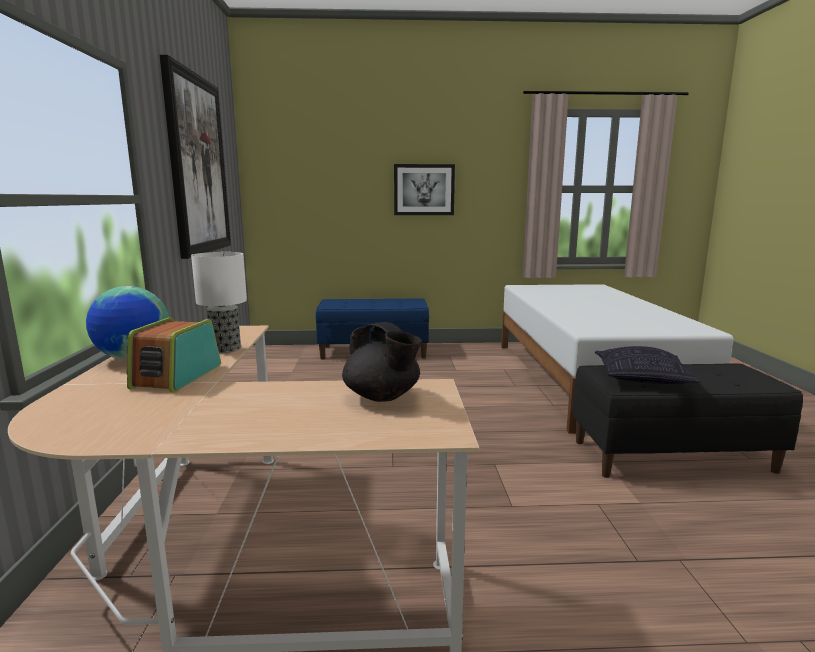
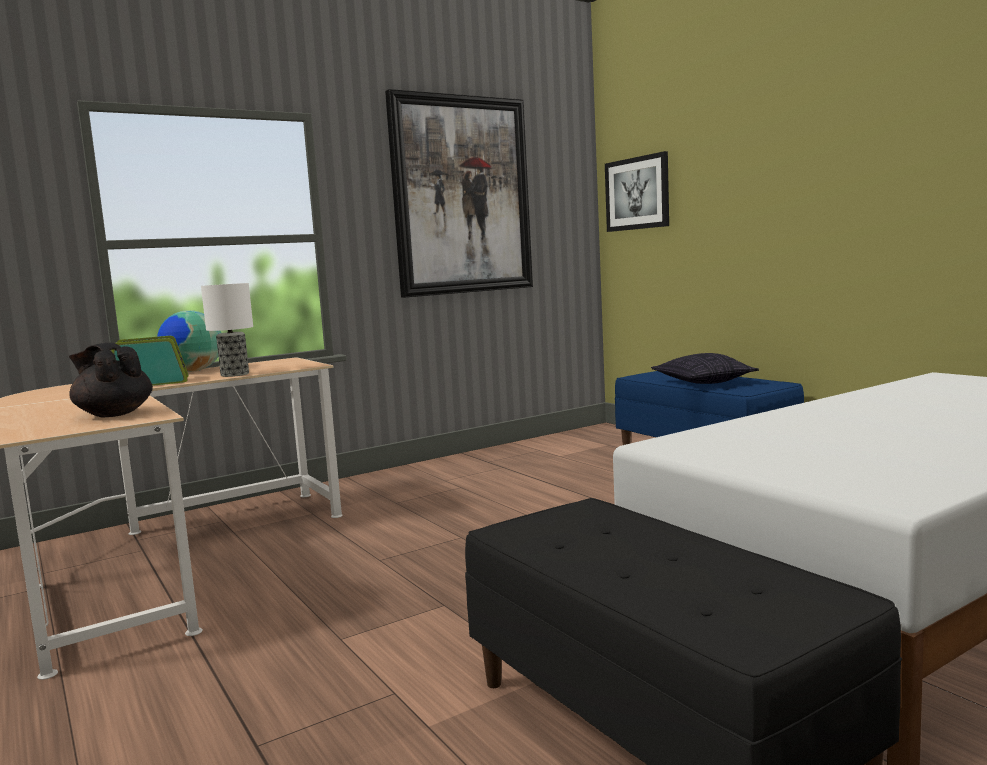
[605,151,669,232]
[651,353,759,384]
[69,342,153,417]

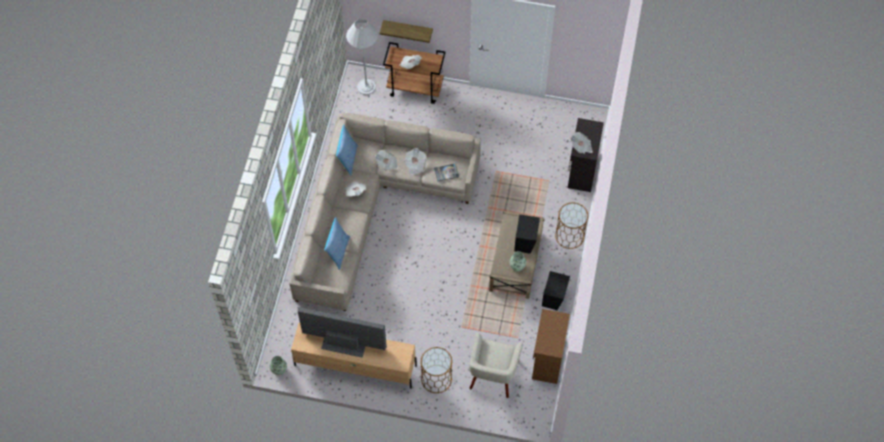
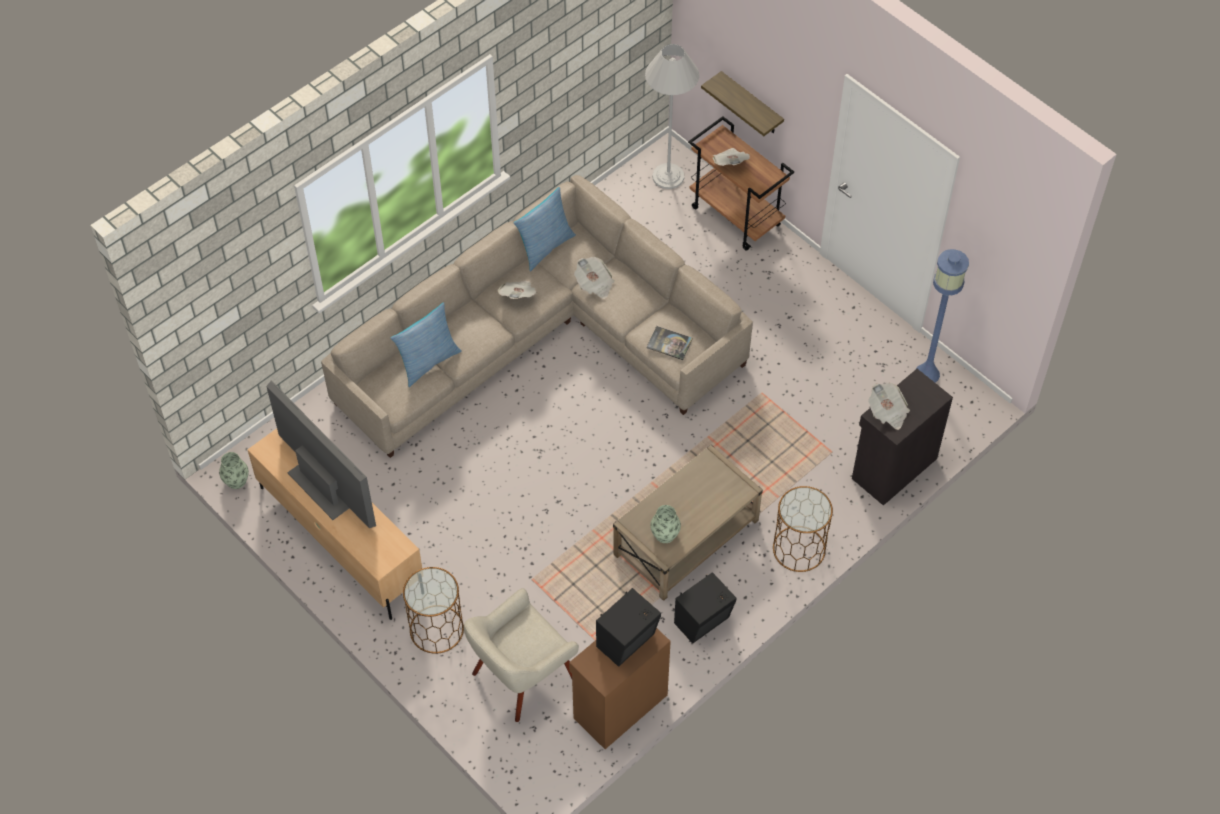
[404,148,427,175] (first image)
[915,249,969,383]
[596,588,661,667]

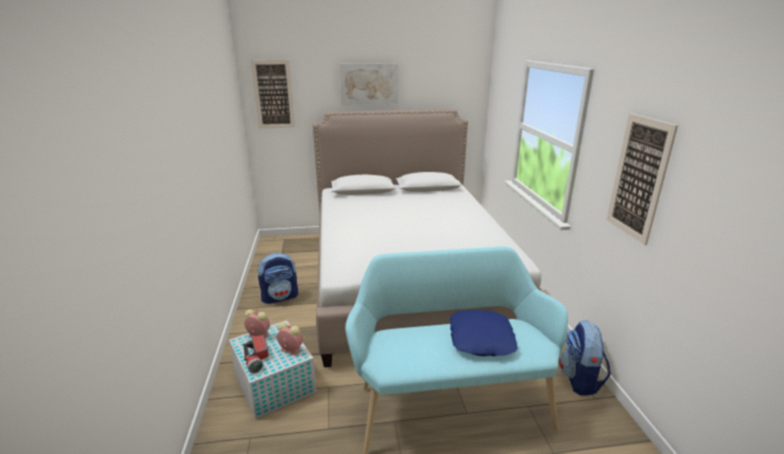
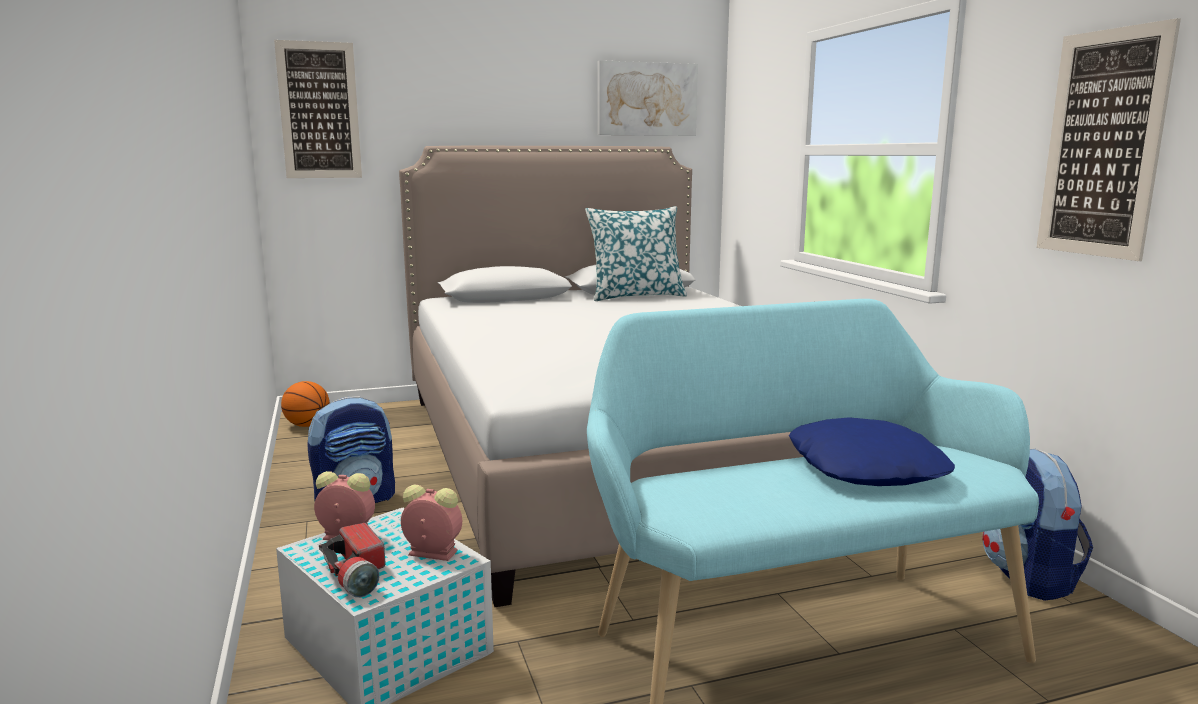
[281,381,330,427]
[585,206,687,301]
[597,60,698,136]

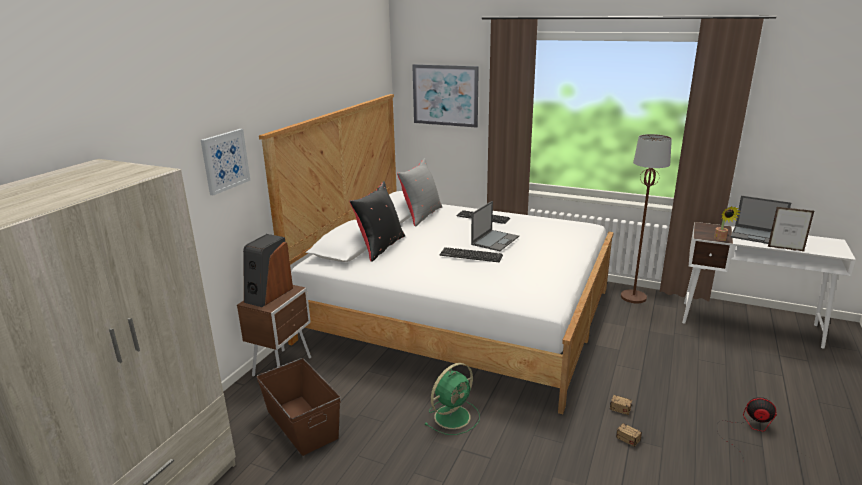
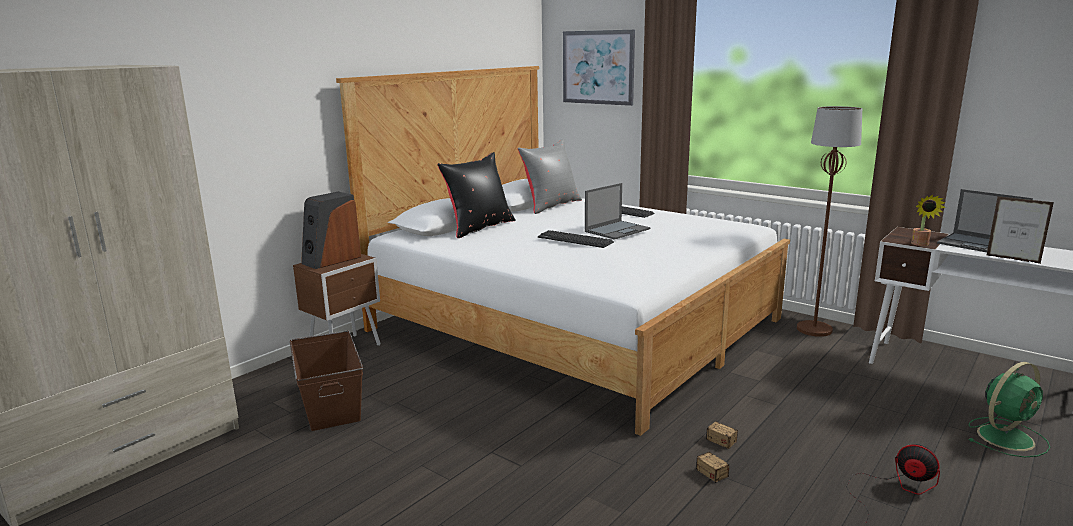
[201,129,250,196] (first image)
[968,362,1050,457]

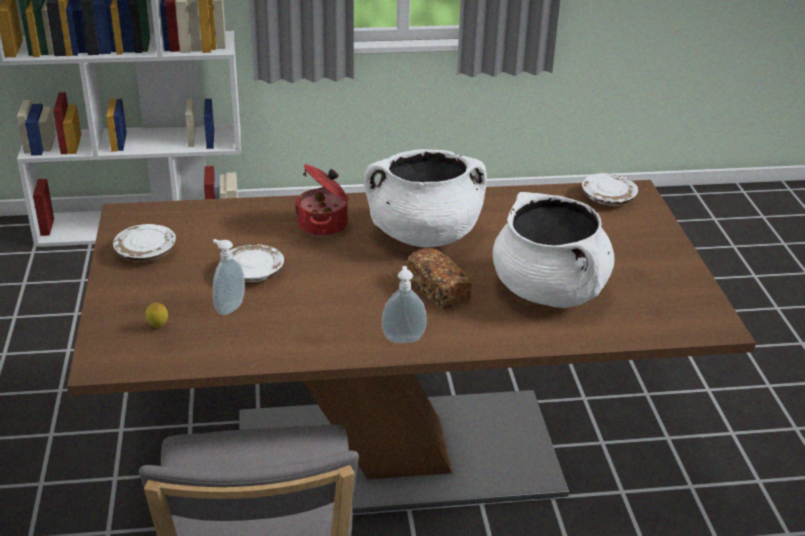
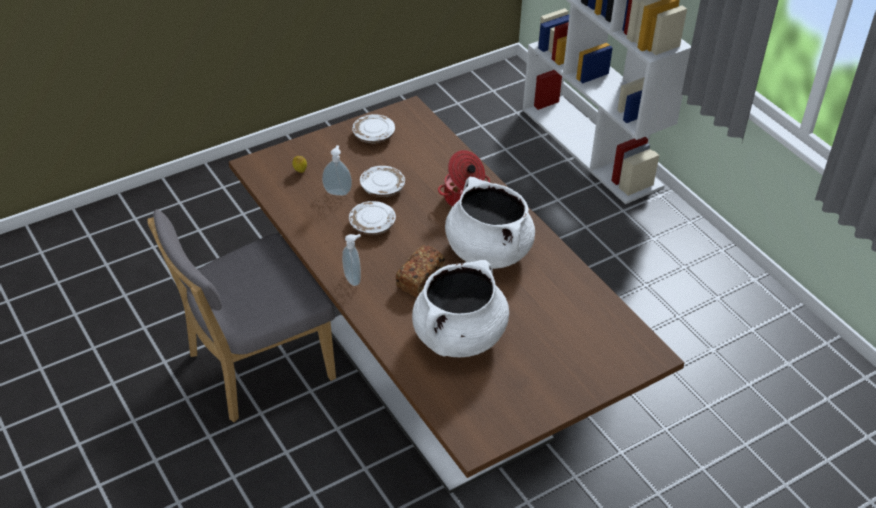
[349,201,396,235]

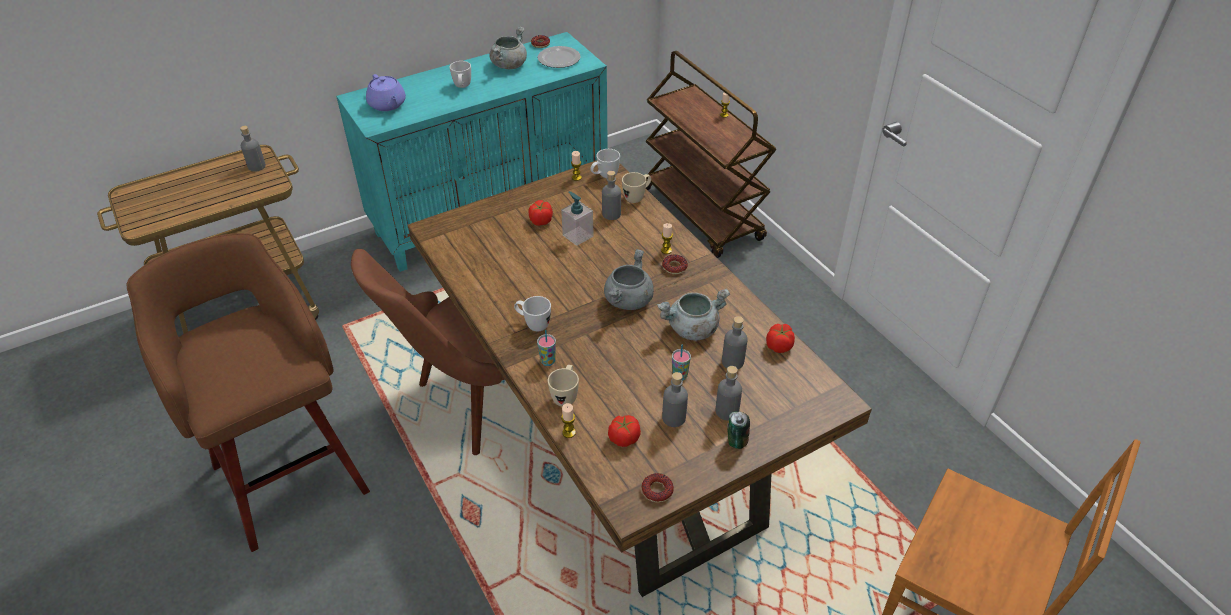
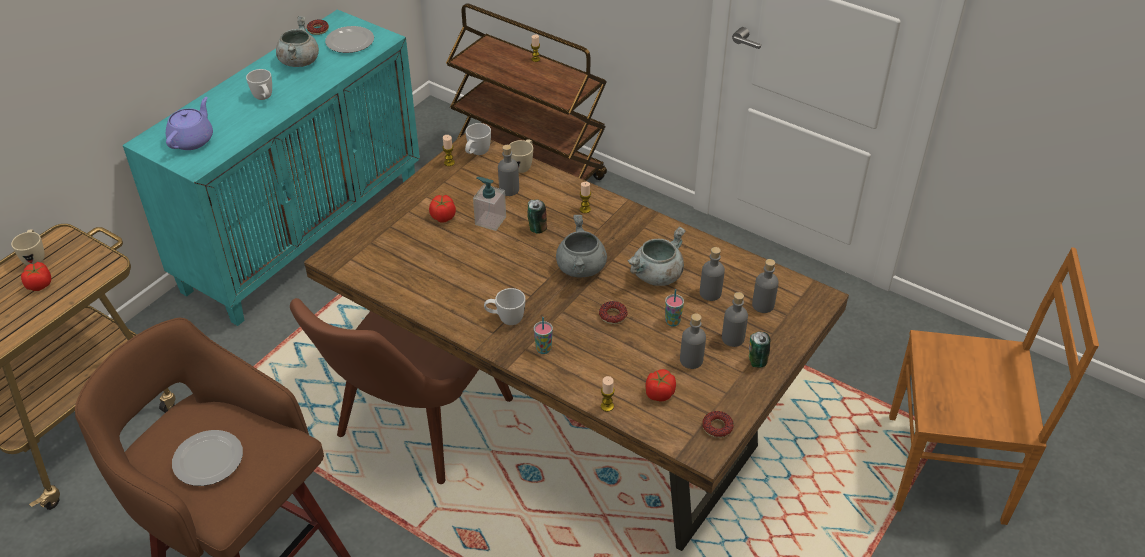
[172,430,243,486]
[527,199,547,234]
[752,259,779,313]
[11,229,45,265]
[599,301,627,324]
[21,262,51,291]
[166,97,213,150]

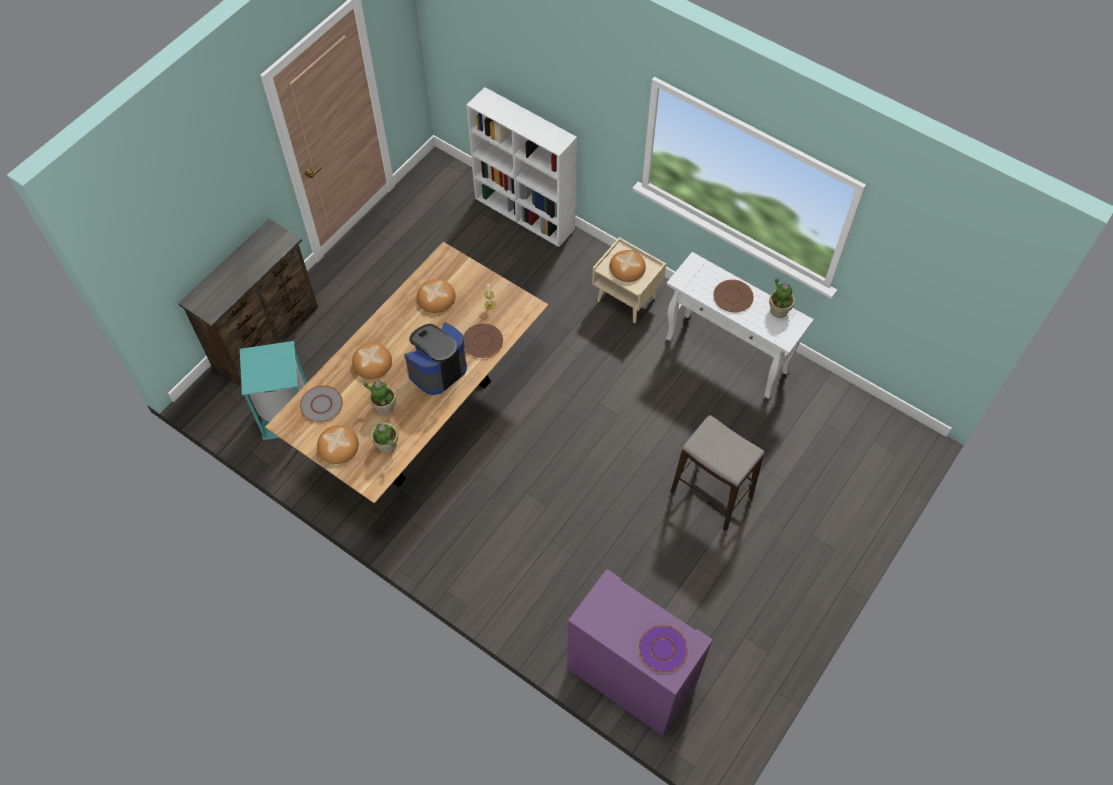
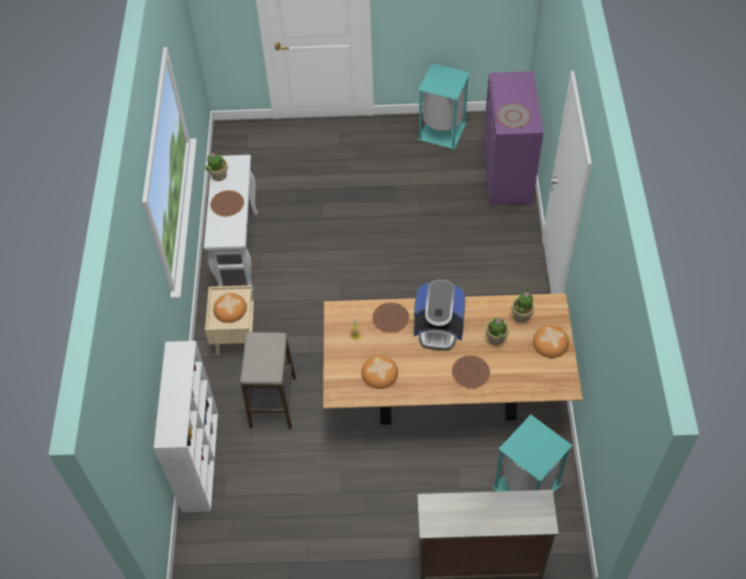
[639,625,688,673] (first image)
[418,64,470,149]
[497,104,530,128]
[240,332,296,429]
[452,355,490,388]

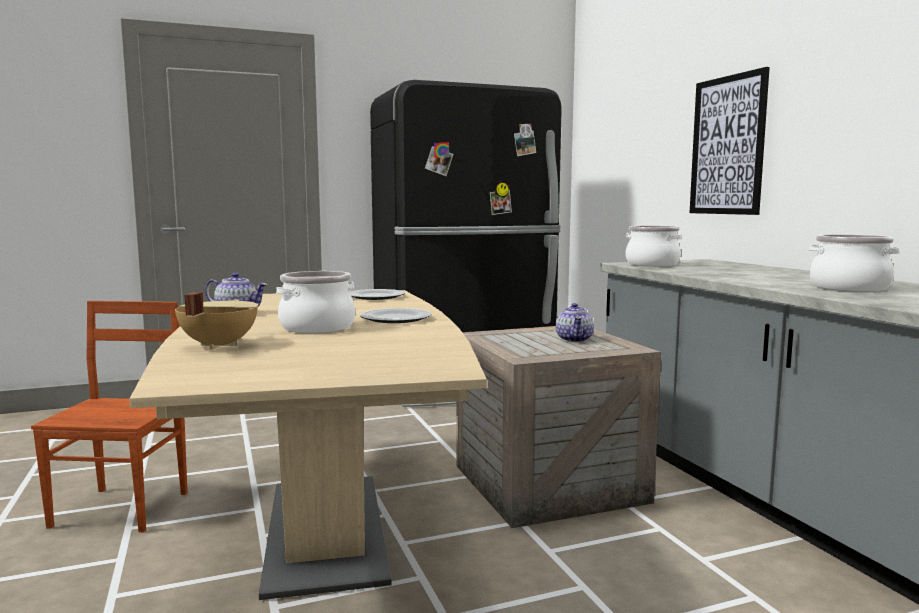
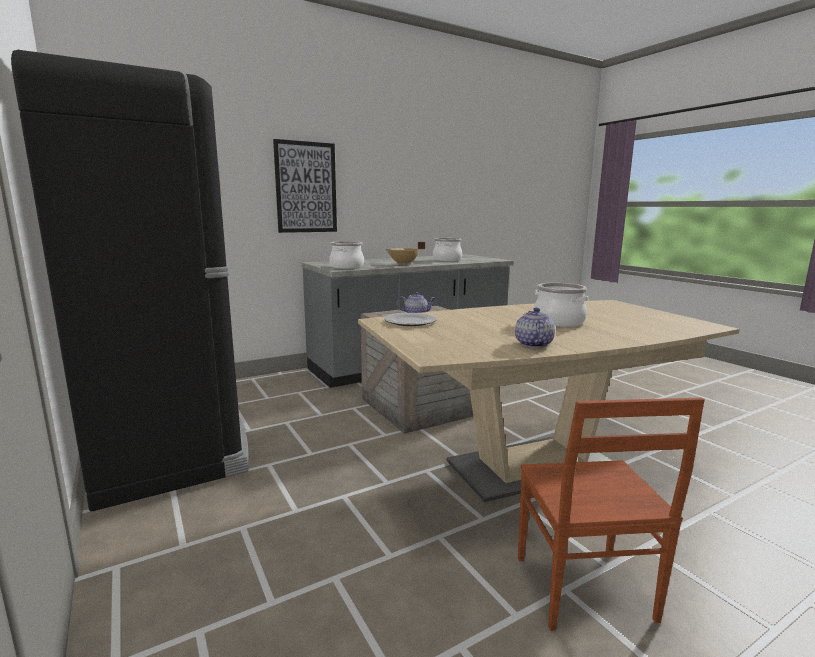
[360,308,432,323] (first image)
[385,242,425,265]
[518,397,705,631]

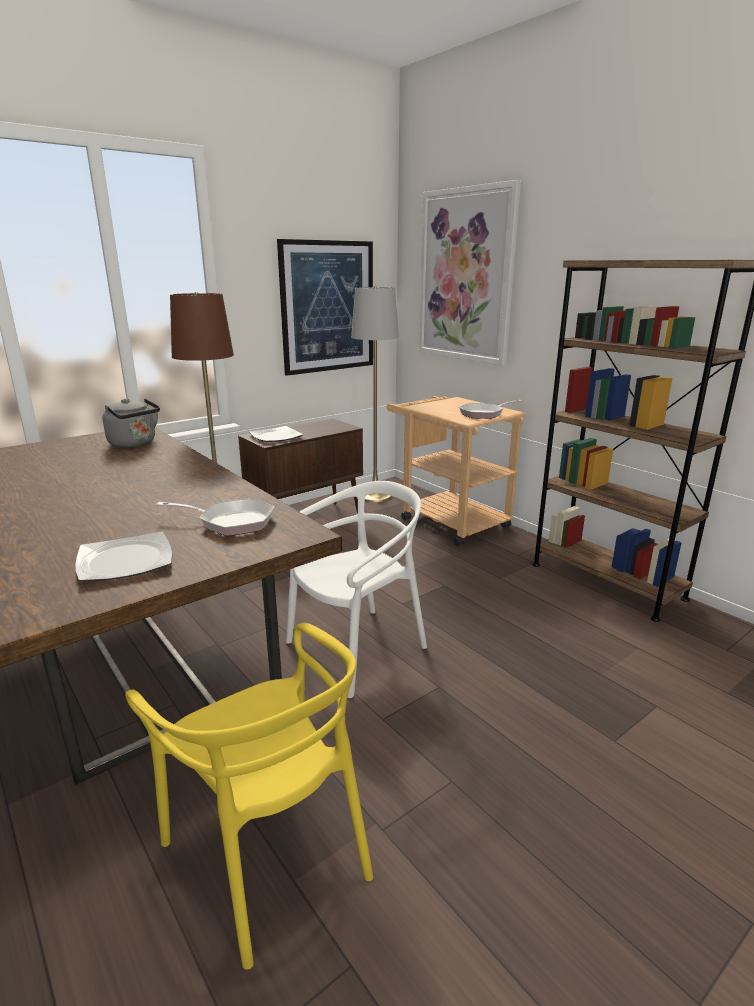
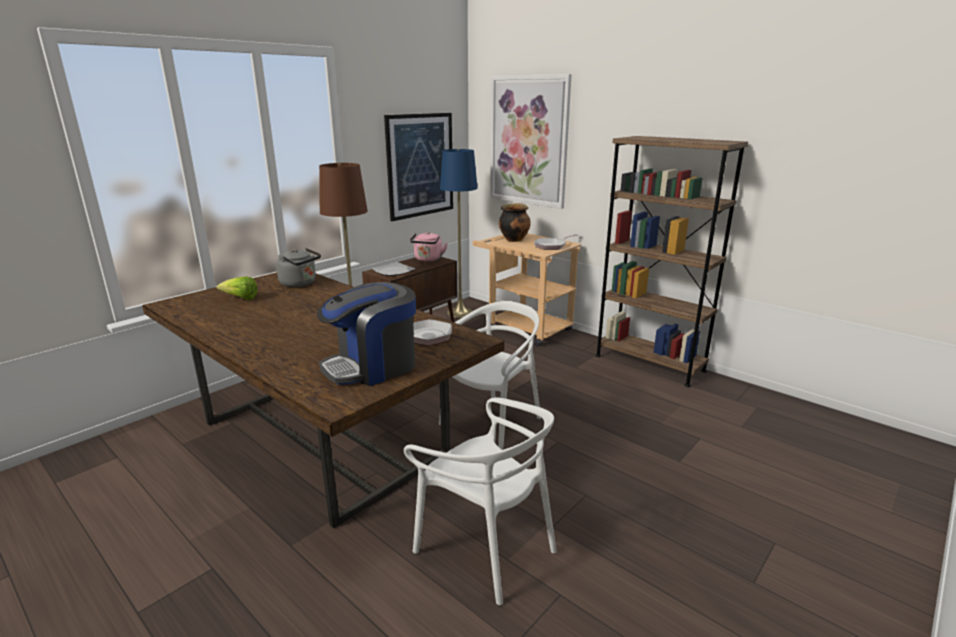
[217,276,258,300]
[410,232,448,262]
[499,203,531,242]
[317,282,416,386]
[404,397,557,605]
[440,149,478,318]

